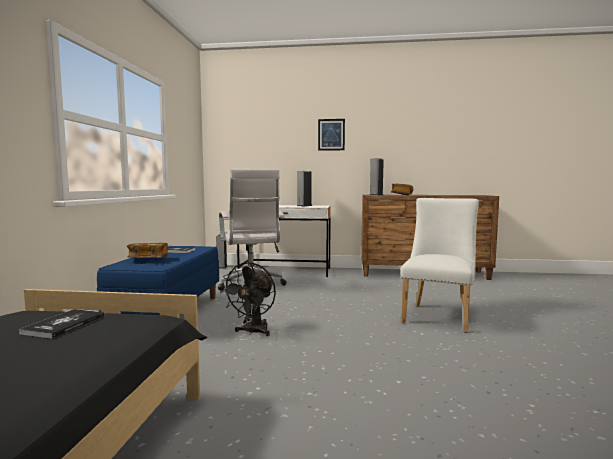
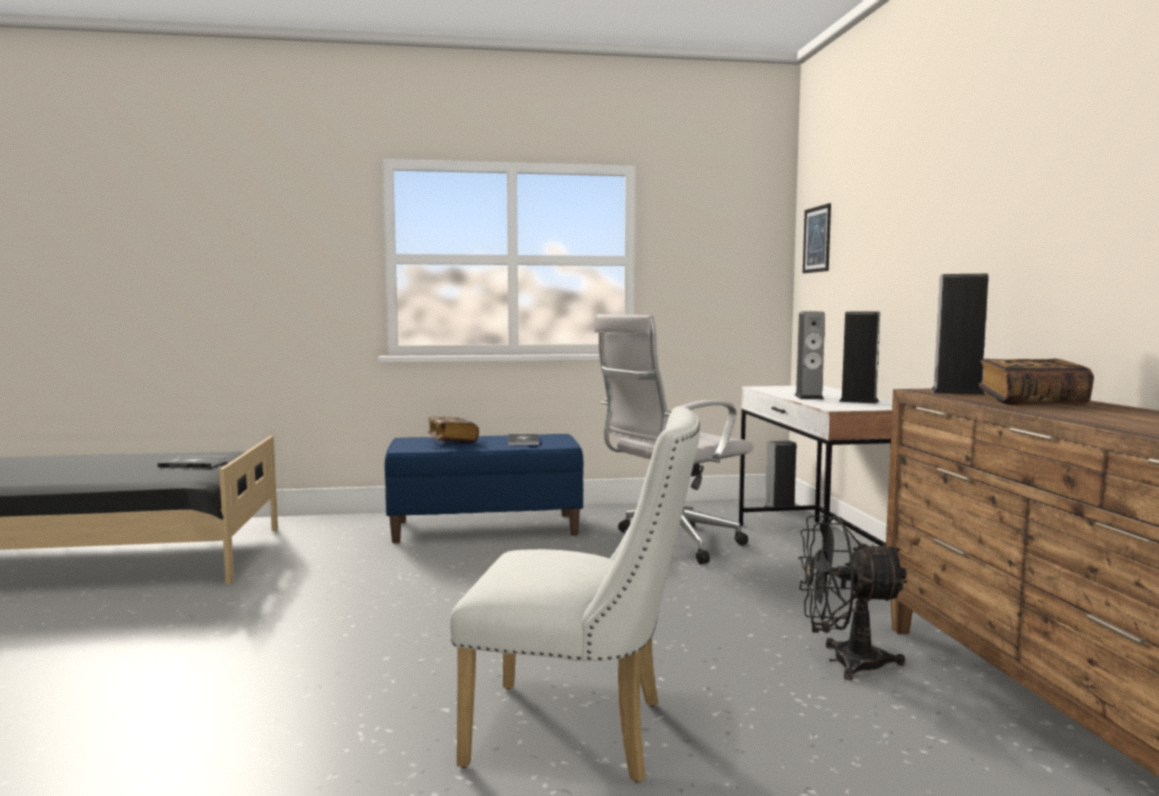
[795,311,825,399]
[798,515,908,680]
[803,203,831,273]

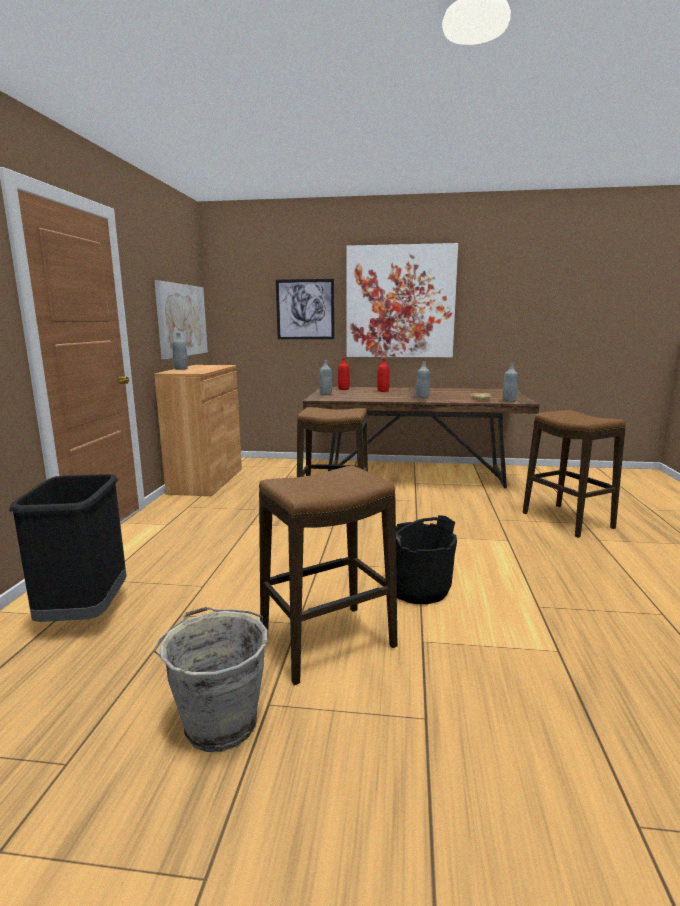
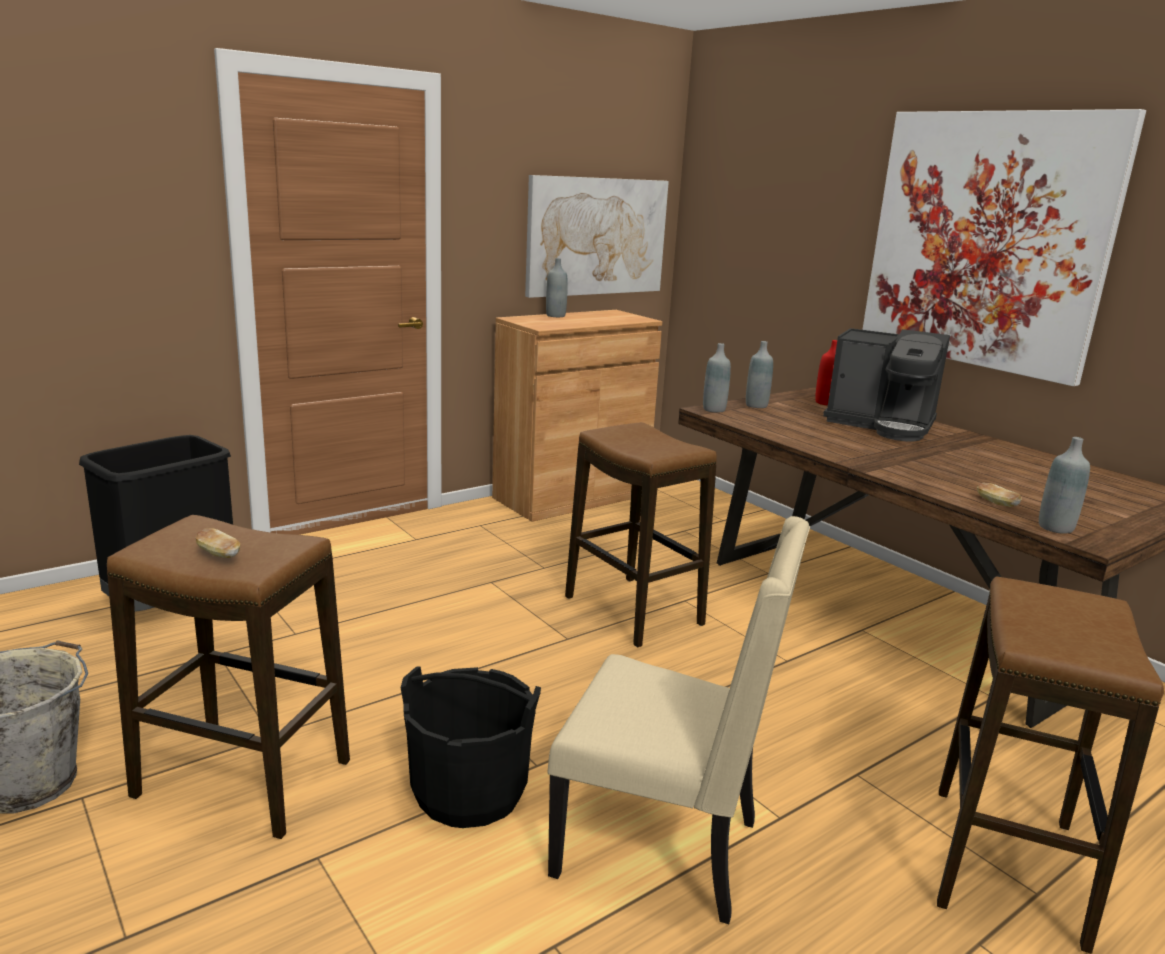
[276,279,335,339] (first image)
[195,528,240,558]
[547,516,810,924]
[703,343,731,413]
[823,328,950,441]

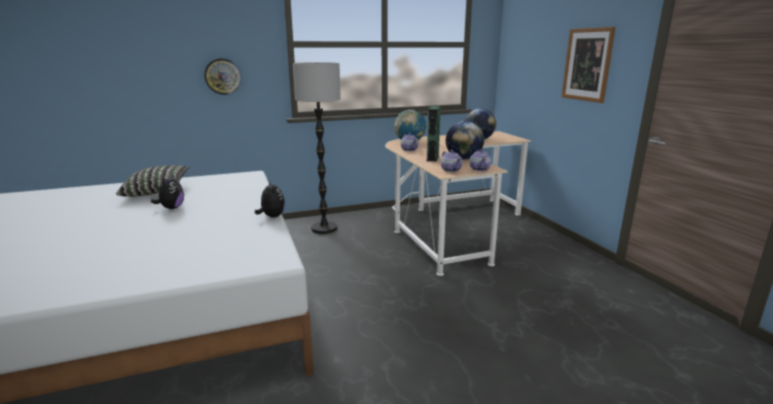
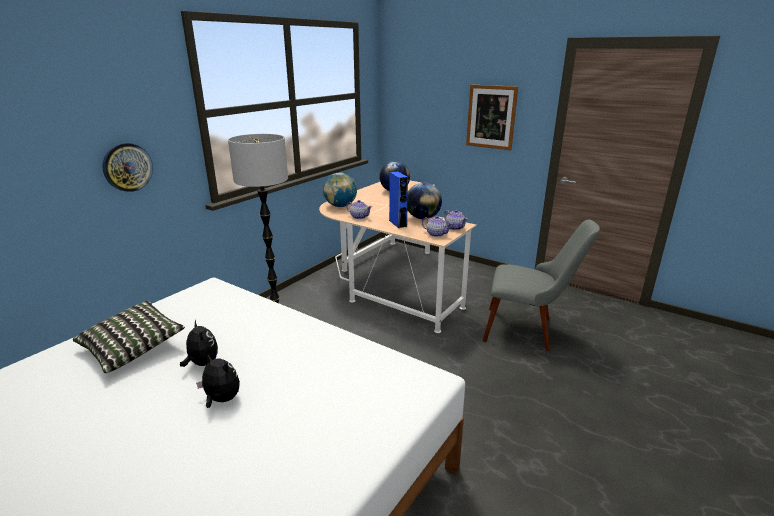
[483,220,600,351]
[196,353,240,408]
[389,172,408,228]

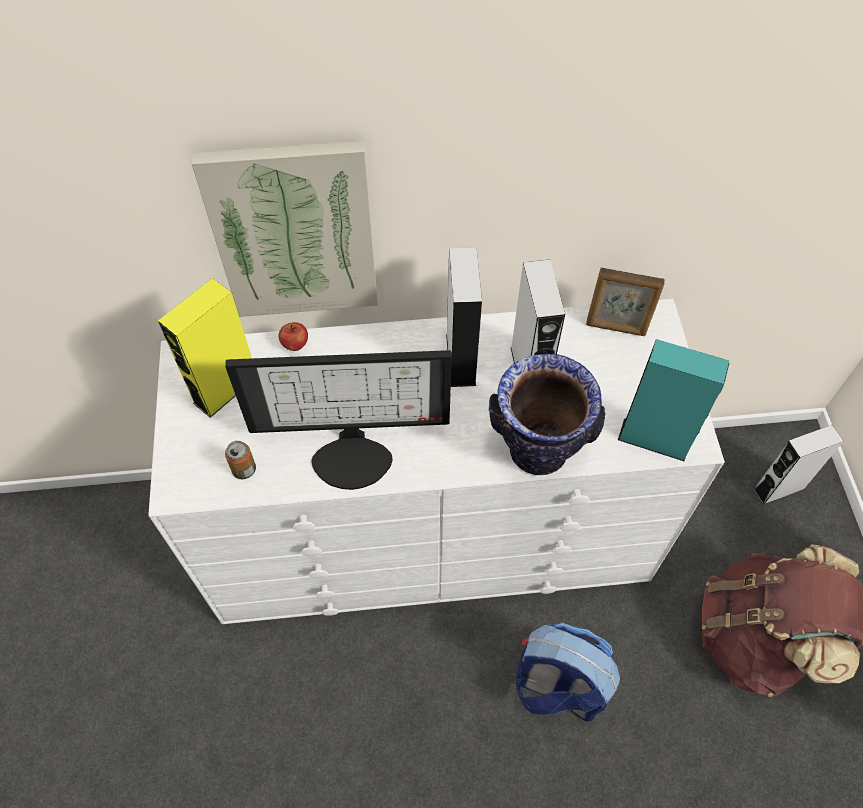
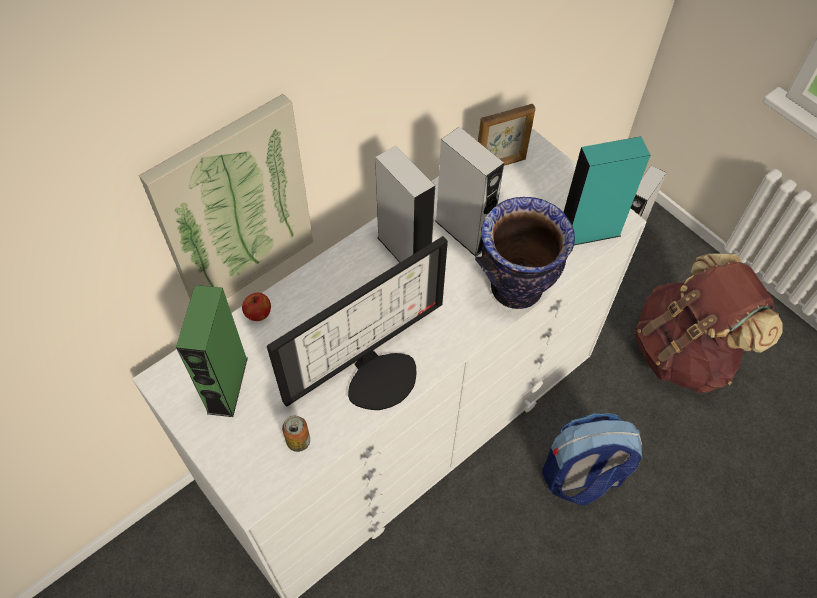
[176,285,248,417]

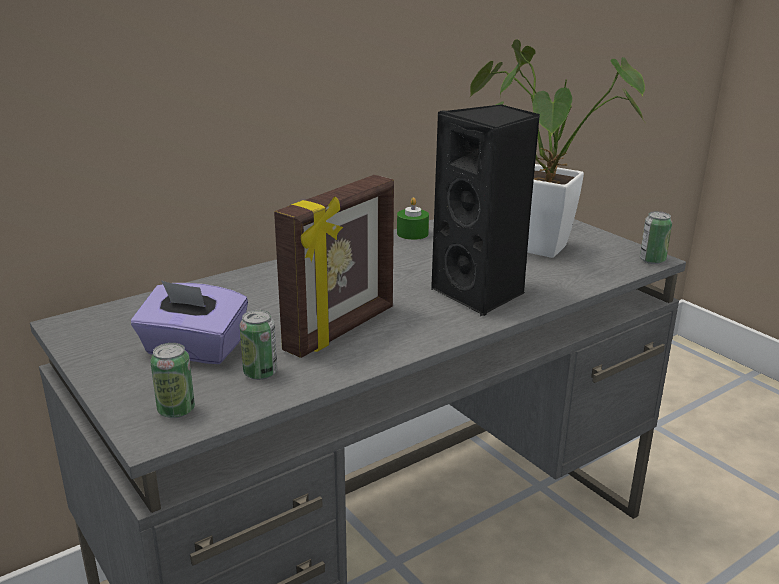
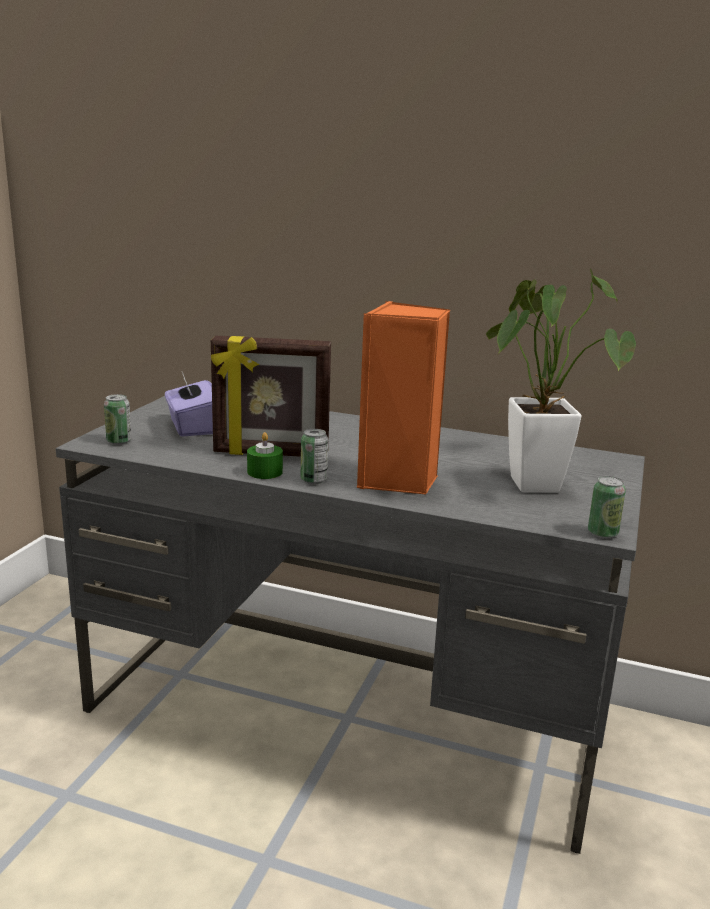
[301,429,328,484]
[247,432,283,479]
[357,301,450,494]

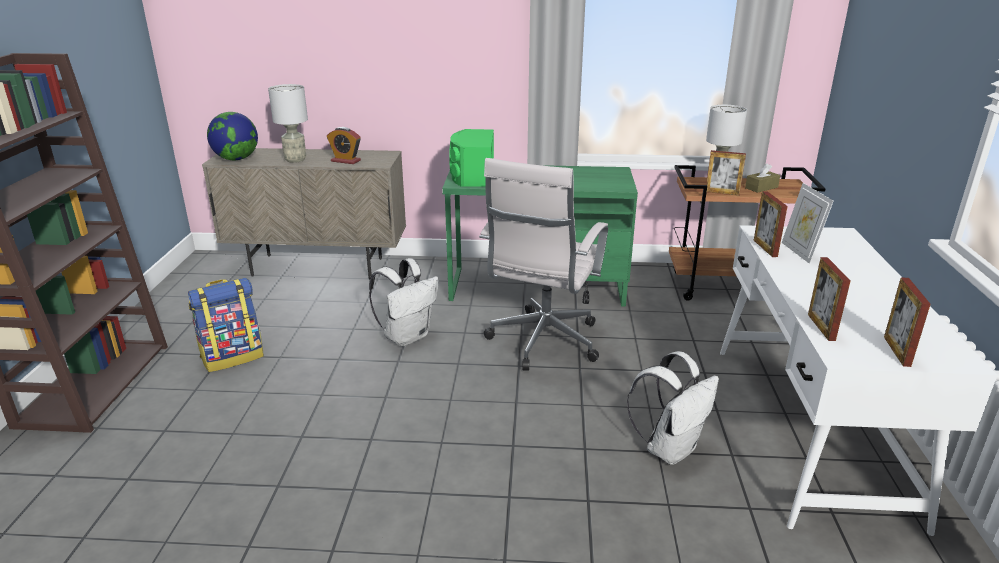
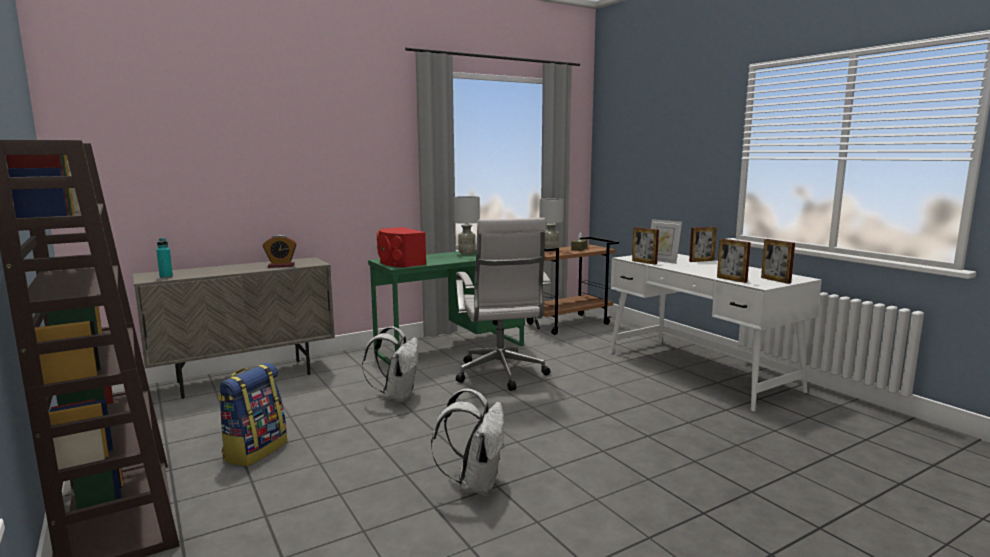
[453,196,480,255]
[431,389,505,496]
[689,227,717,262]
[156,238,173,278]
[377,227,426,267]

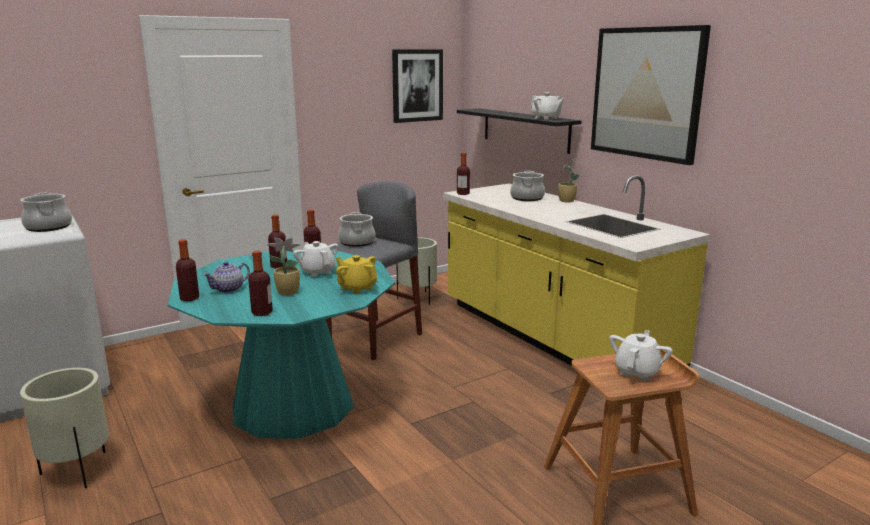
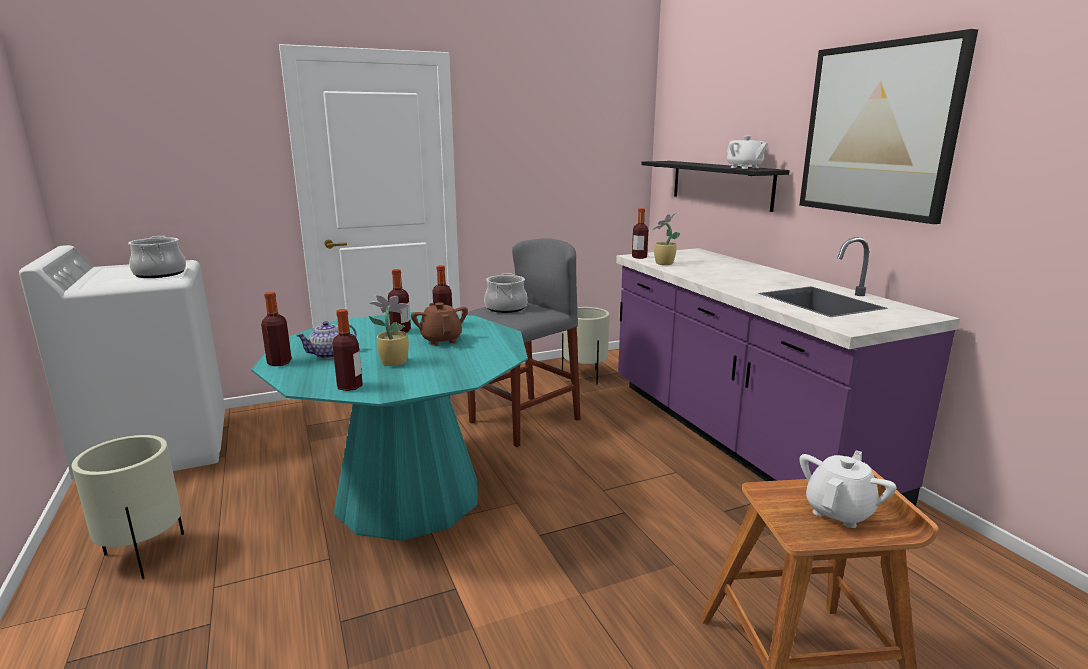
[336,255,377,294] (first image)
[392,49,443,123] (first image)
[510,171,545,201] (first image)
[653,213,680,265]
[411,303,468,346]
[616,237,960,506]

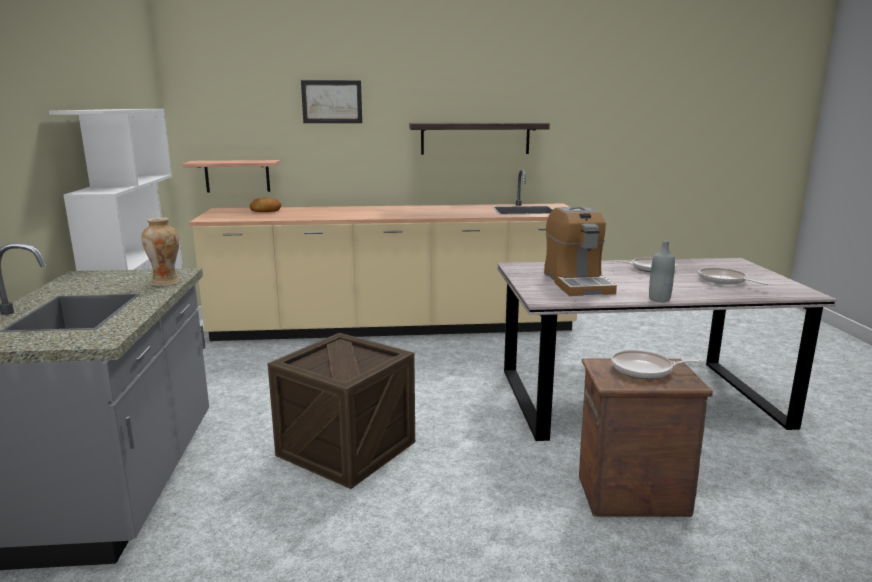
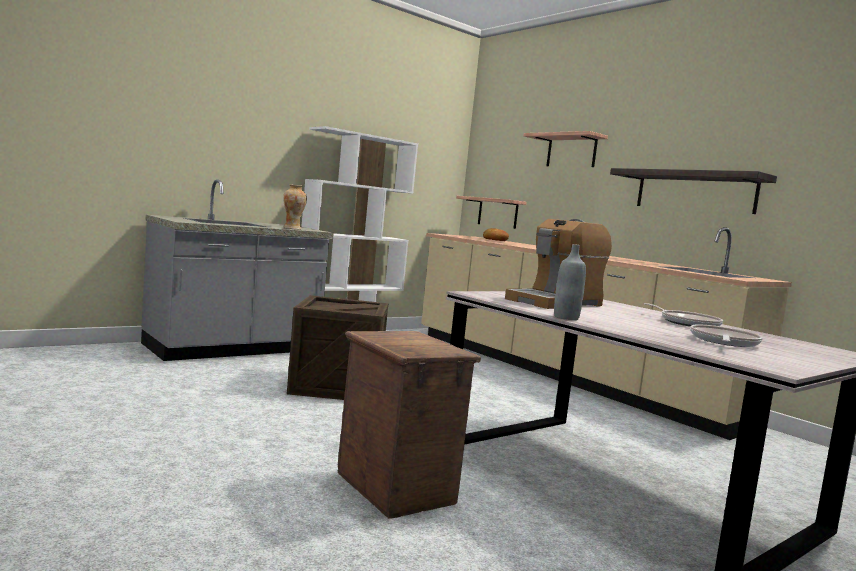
[611,350,703,379] (first image)
[524,131,608,167]

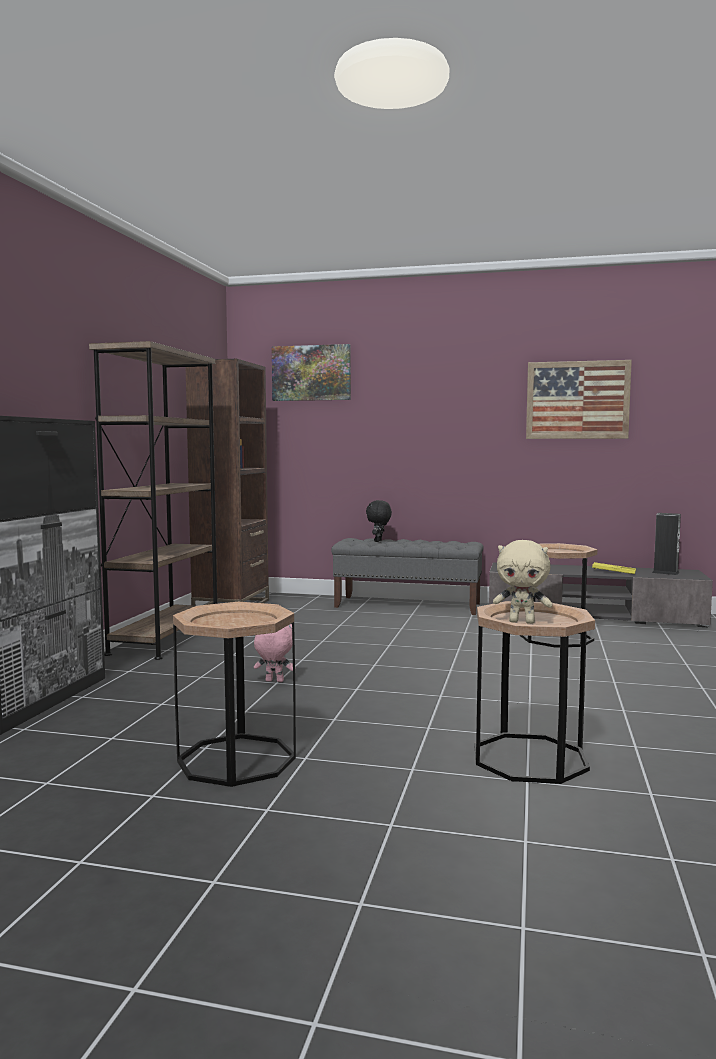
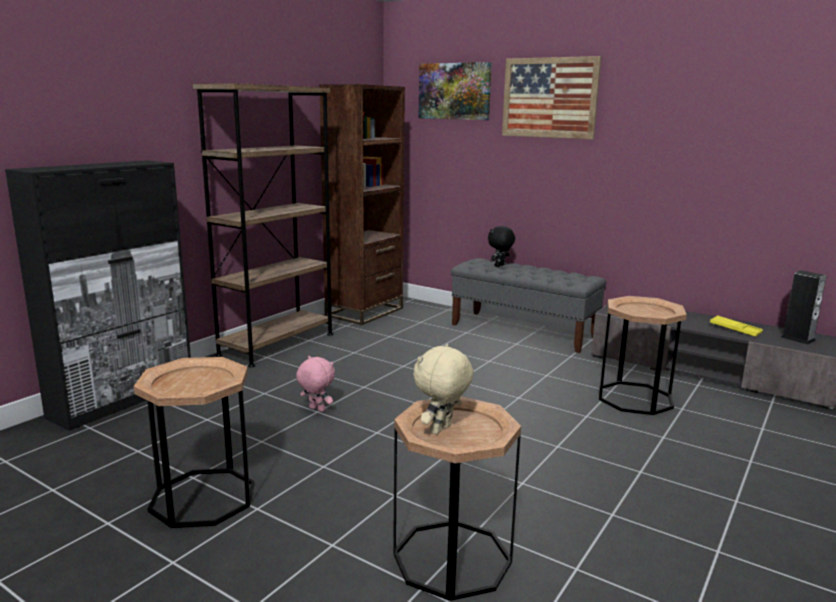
[502,56,601,139]
[413,344,474,434]

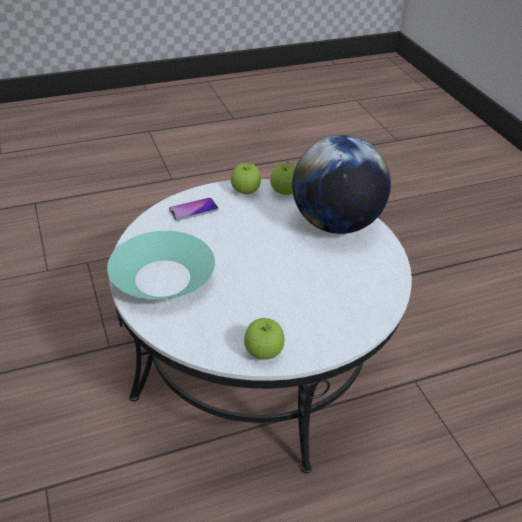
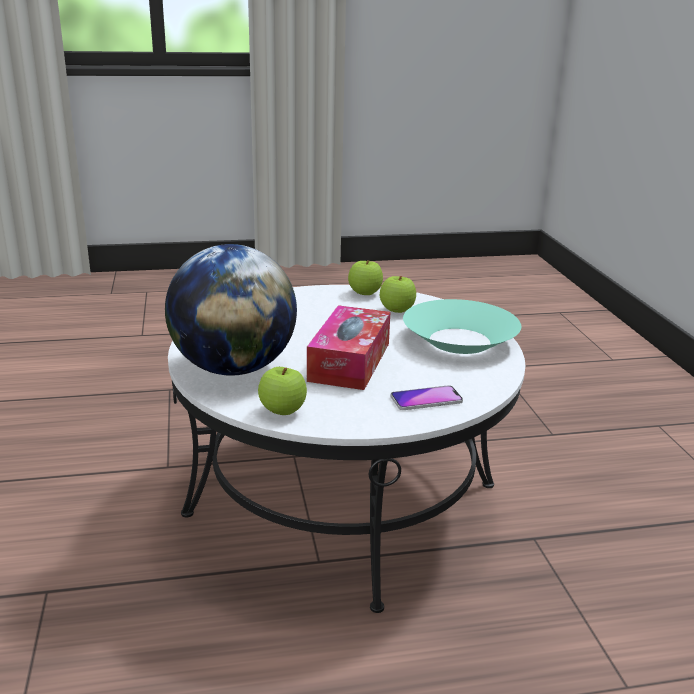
[307,305,390,390]
[380,276,416,313]

